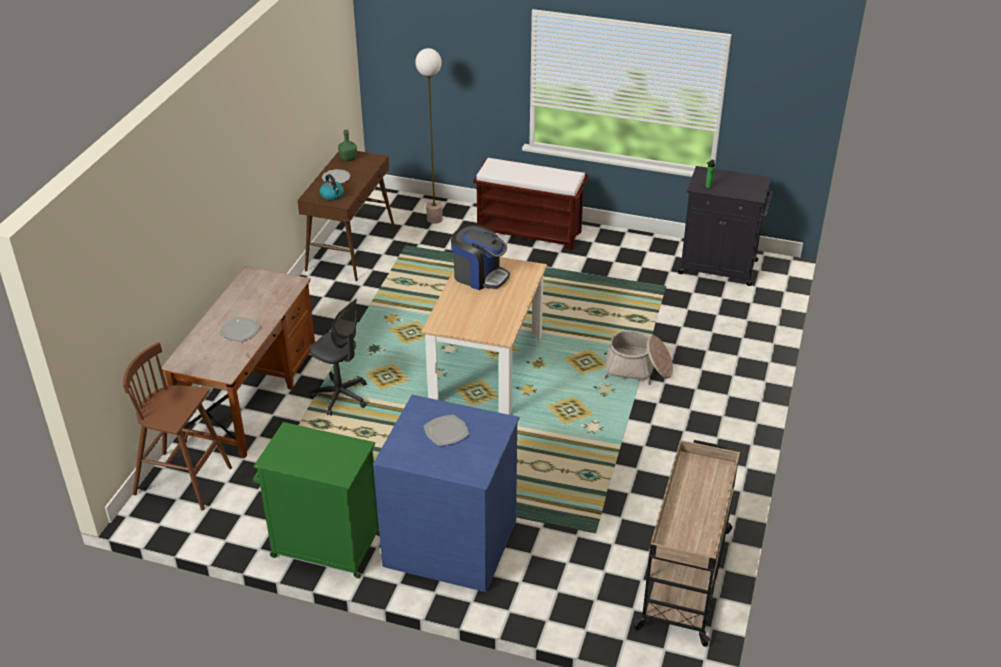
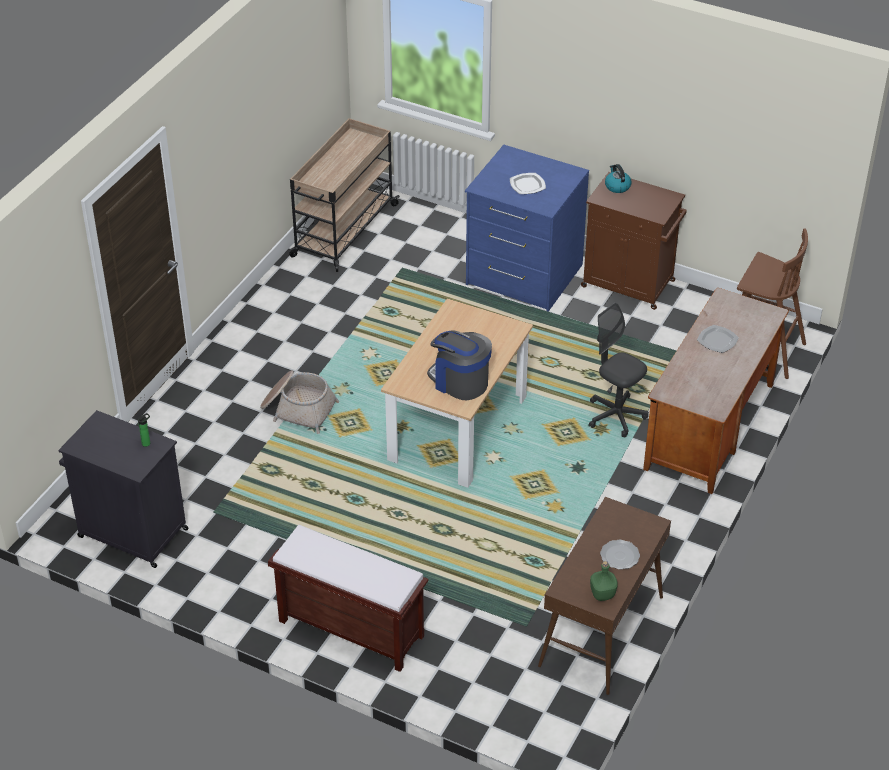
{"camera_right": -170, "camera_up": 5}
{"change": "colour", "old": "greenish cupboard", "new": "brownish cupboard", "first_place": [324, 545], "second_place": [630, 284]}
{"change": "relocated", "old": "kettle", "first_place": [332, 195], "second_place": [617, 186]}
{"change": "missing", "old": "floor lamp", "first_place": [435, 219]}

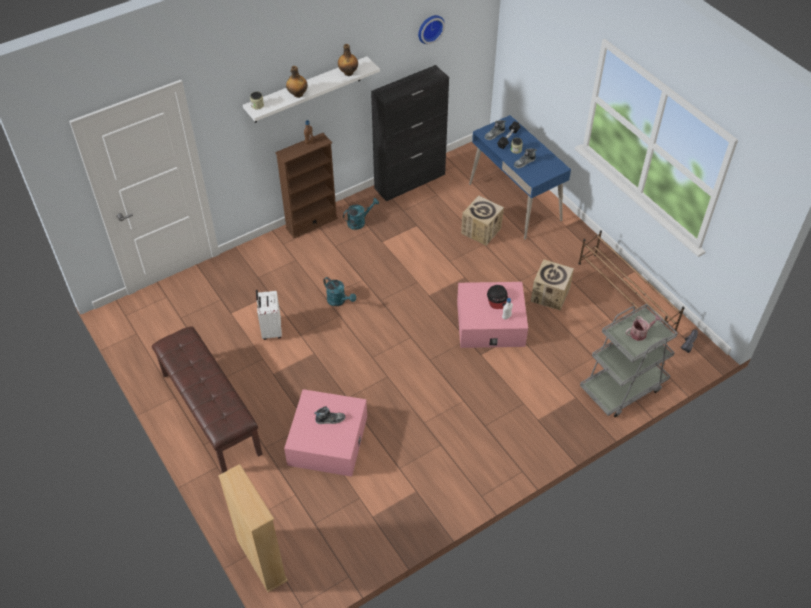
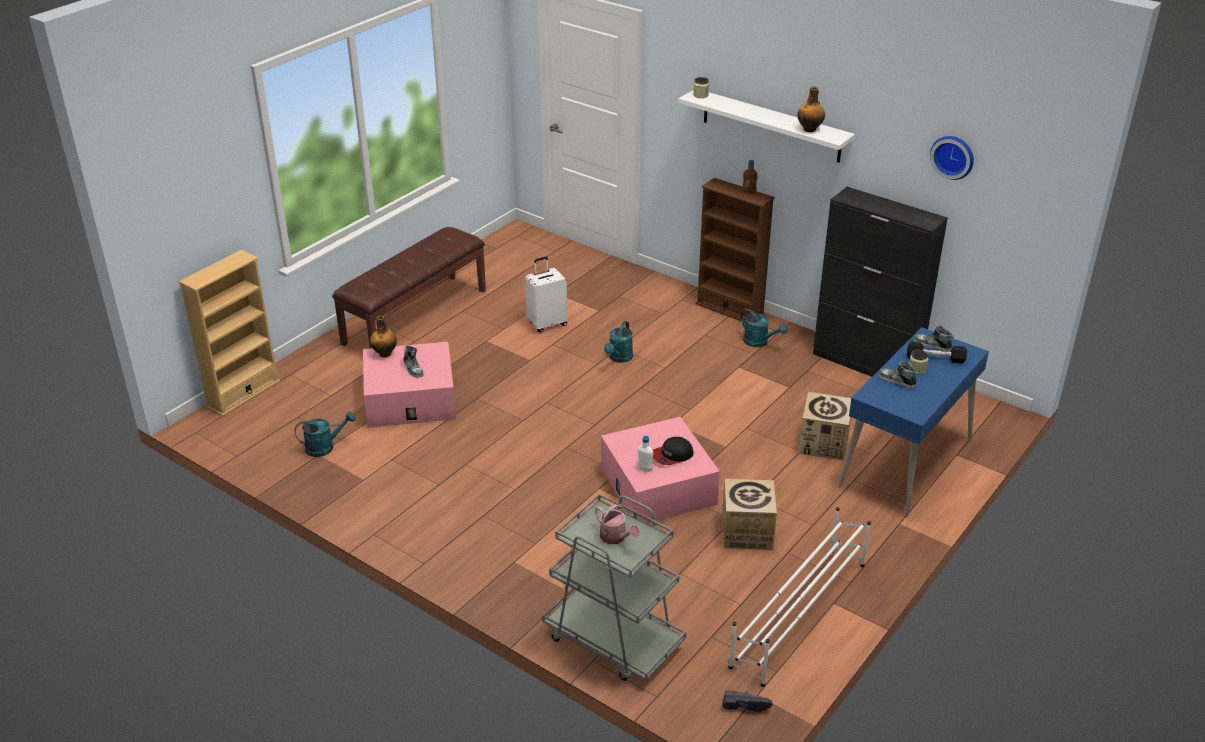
{"camera_right": 70, "camera_up": -15}
{"change": "appeared", "new": "turquoise-coloured sprinkling can", "second_place": [325, 447]}
{"change": "relocated", "old": "beverage bottle", "first_place": [297, 94], "second_place": [385, 353]}
{"change": "colour", "old": "brownish shoe rack", "new": "whitish shoe rack", "first_place": [626, 297], "second_place": [798, 614]}

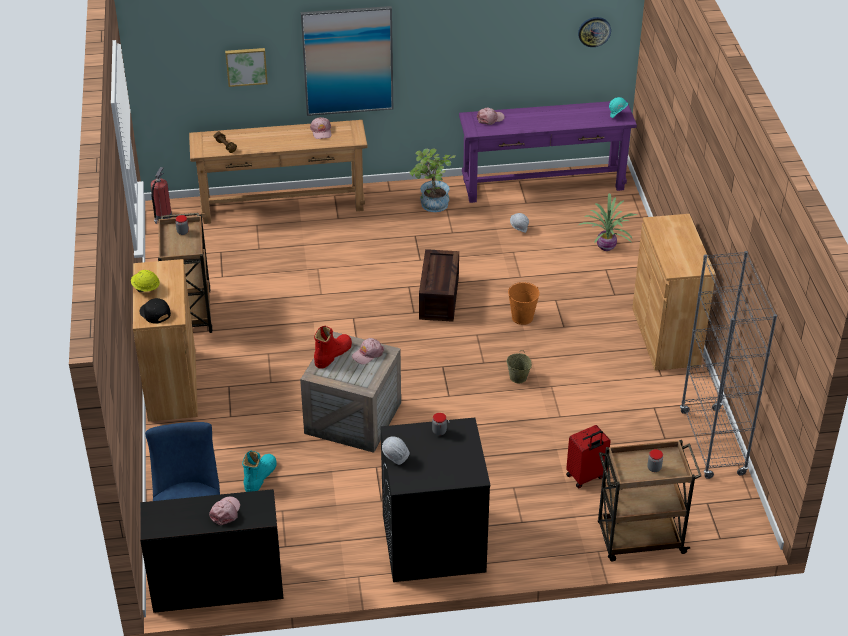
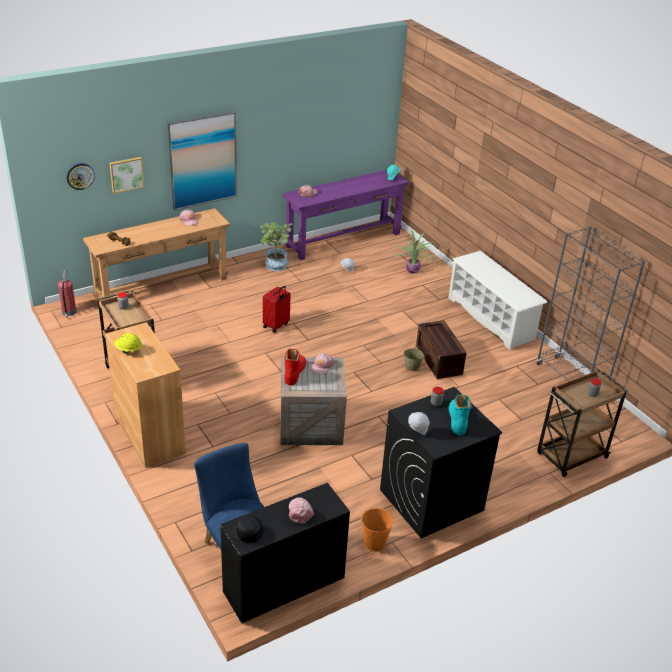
{"camera_right": -25, "camera_up": -5}
{"change": "relocated", "old": "clock on the wall", "first_place": [594, 31], "second_place": [80, 176]}
{"change": "relocated", "old": "blackish cap", "first_place": [154, 313], "second_place": [245, 531]}
{"change": "relocated", "old": "red suitcase", "first_place": [586, 477], "second_place": [276, 326]}
{"change": "relocated", "old": "orange pail", "first_place": [522, 317], "second_place": [374, 543]}
{"change": "relocated", "old": "packing crate", "first_place": [440, 298], "second_place": [440, 360]}
{"change": "relocated", "old": "turquoise-coloured tall boot", "first_place": [260, 476], "second_place": [457, 420]}
{"change": "exchanged", "old": "brownish cupboard", "new": "whitish shoe rack", "first_place": [666, 336], "second_place": [491, 318]}

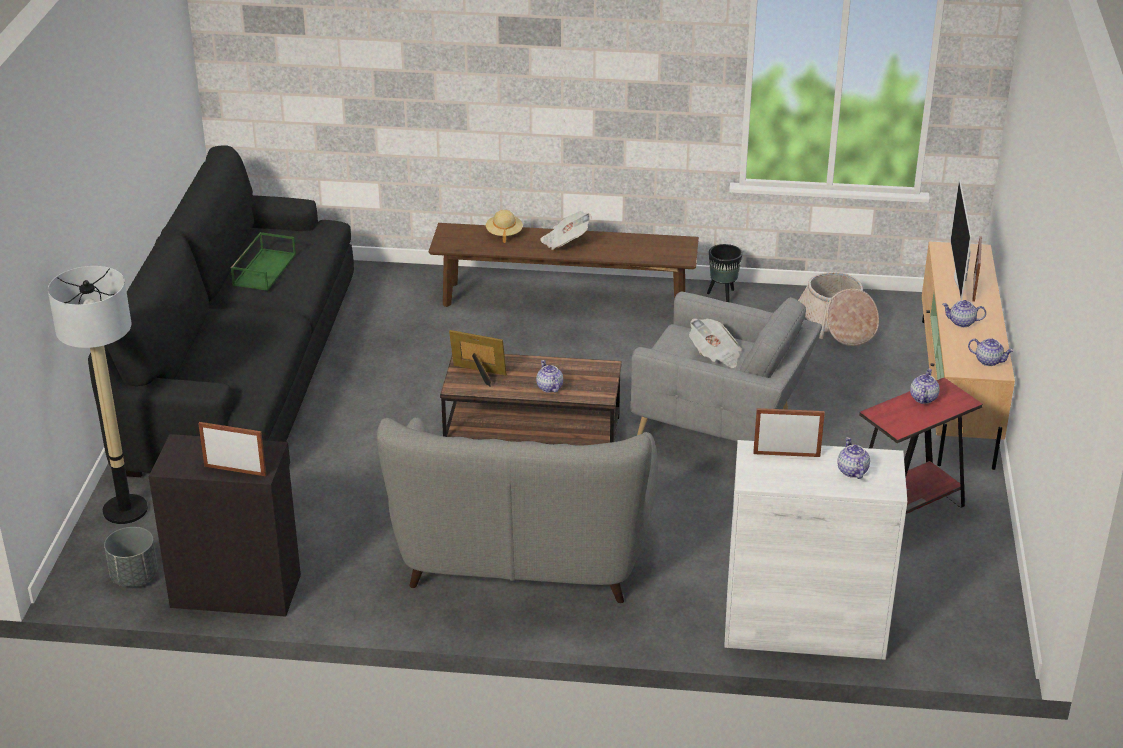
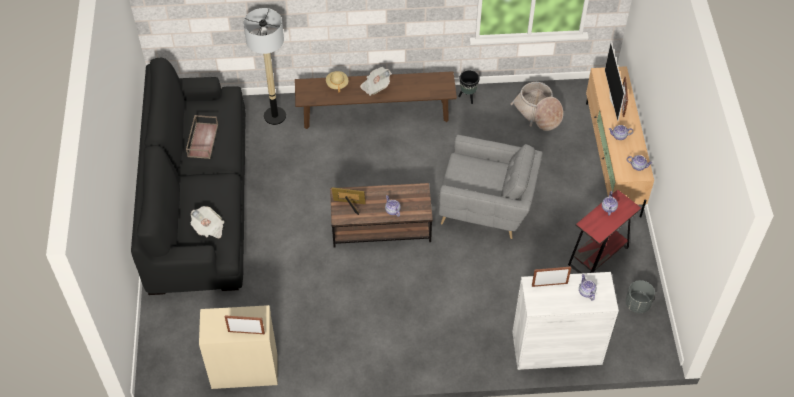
{"camera_right": -10, "camera_up": 20}
{"change": "colour", "old": "greenish tray", "new": "brownish tray", "first_place": [264, 269], "second_place": [202, 140]}
{"change": "relocated", "old": "daily paper", "first_place": [715, 355], "second_place": [209, 228]}
{"change": "colour", "old": "blackish cupboard", "new": "beige-coloured cupboard", "first_place": [235, 589], "second_place": [244, 370]}
{"change": "relocated", "old": "floor lamp", "first_place": [125, 510], "second_place": [275, 116]}
{"change": "relocated", "old": "gray flower pot", "first_place": [135, 577], "second_place": [637, 304]}
{"change": "missing", "old": "gray settee", "first_place": [522, 557]}

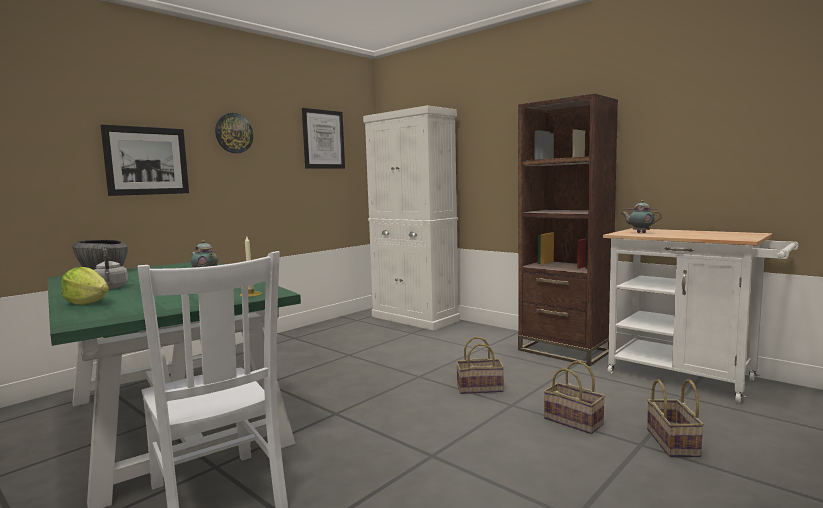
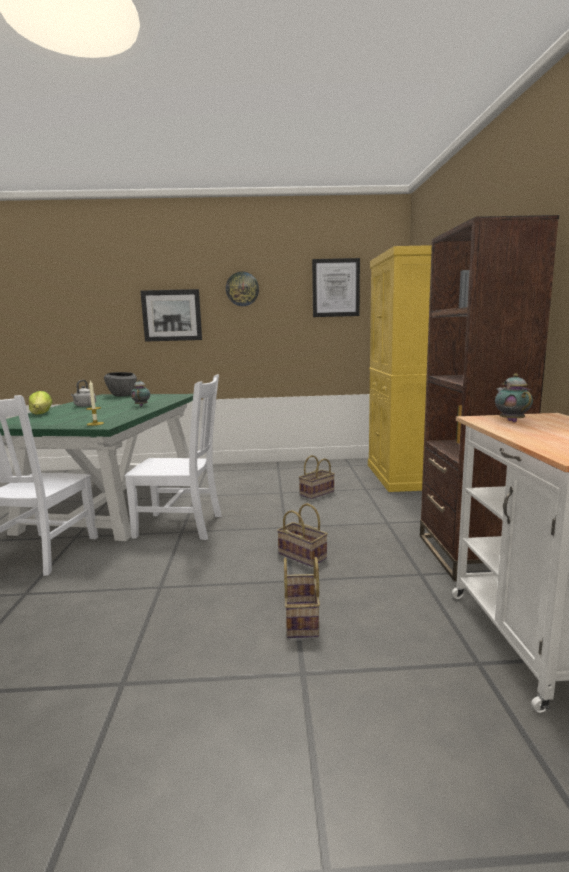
{"camera_right": 45, "camera_up": 5}
{"change": "appeared", "new": "whitish plain chair", "second_place": [182, 526]}
{"change": "relocated", "old": "household basket", "first_place": [674, 443], "second_place": [317, 493]}
{"change": "colour", "old": "whitish cupboard", "new": "yellow-coloured cupboard", "first_place": [415, 318], "second_place": [398, 476]}

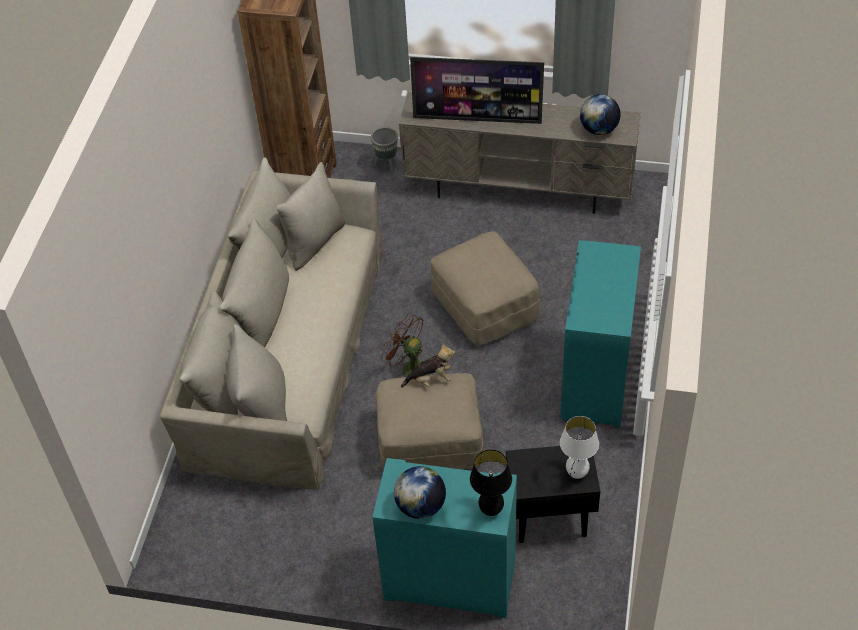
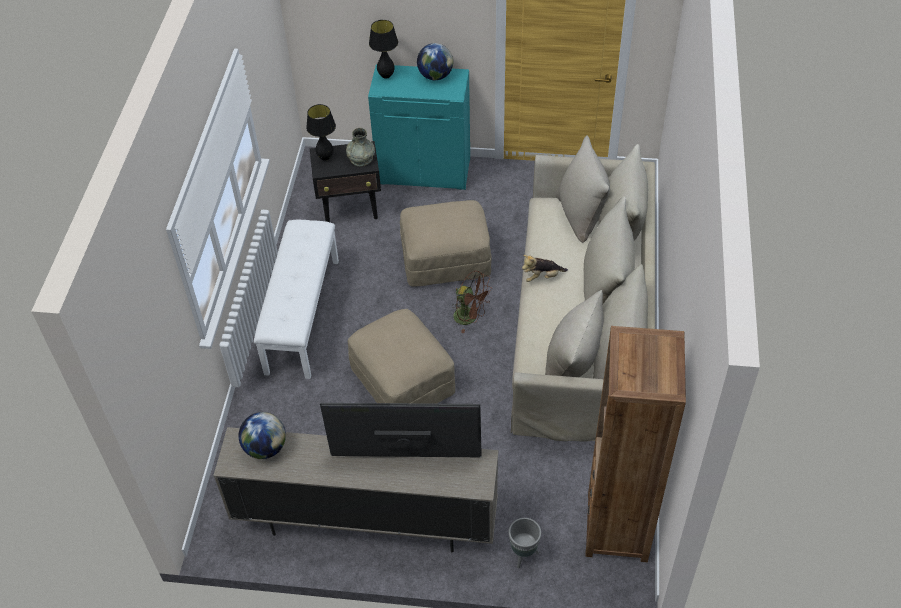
{"camera_right": 175, "camera_up": 0}
{"change": "exchanged", "old": "turquoise-coloured cupboard", "new": "whitish long seat", "first_place": [597, 379], "second_place": [302, 315]}
{"change": "colour", "old": "whitish table lamp", "new": "blackish table lamp", "first_place": [577, 473], "second_place": [325, 158]}
{"change": "appeared", "new": "gray flower vase", "second_place": [361, 158]}
{"change": "relocated", "old": "soft toy", "first_place": [430, 379], "second_place": [542, 277]}

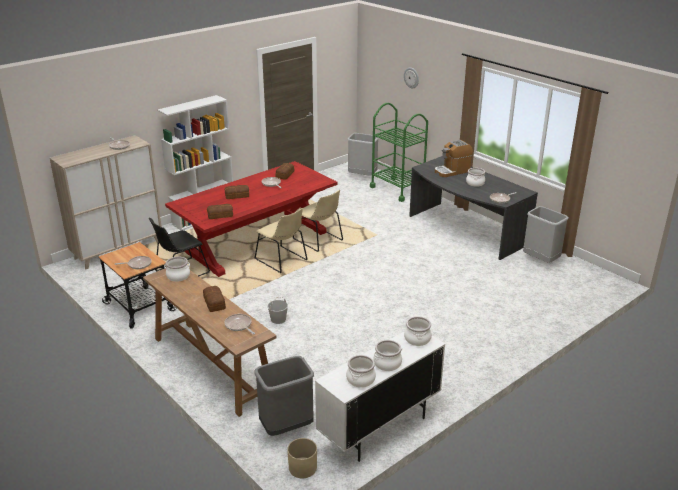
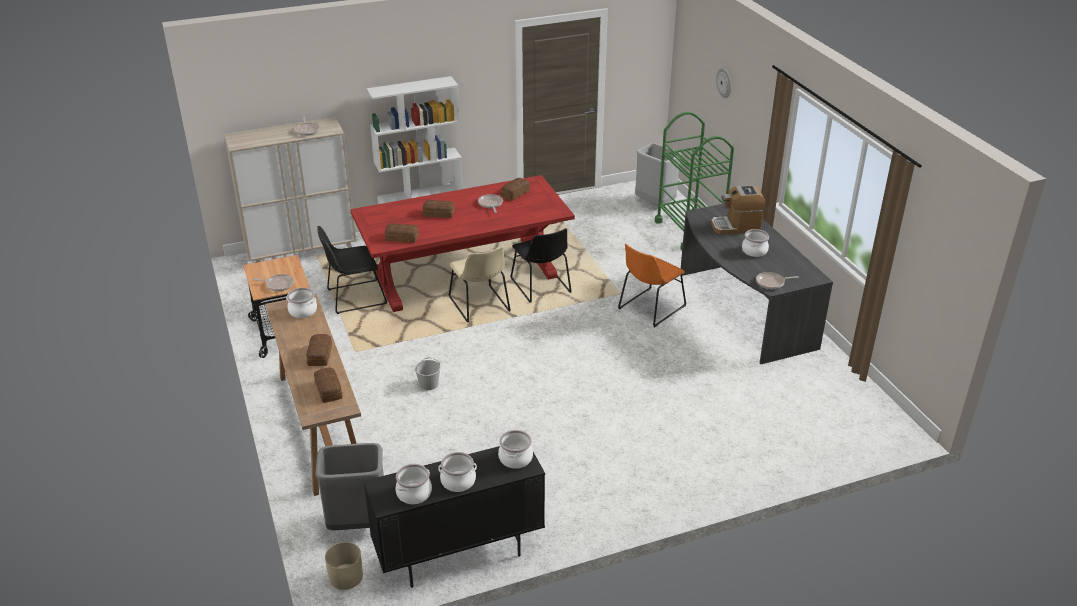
{"camera_right": 20, "camera_up": 5}
{"change": "exchanged", "old": "frying pan", "new": "bakery bread", "first_place": [239, 325], "second_place": [328, 390]}
{"change": "colour", "old": "whitish cupboard", "new": "blackish cupboard", "first_place": [379, 429], "second_place": [459, 555]}
{"change": "colour", "old": "beige-coloured plain chair", "new": "blackish plain chair", "first_place": [319, 240], "second_place": [541, 287]}
{"change": "appeared", "new": "orange plain chair", "second_place": [649, 308]}
{"change": "missing", "old": "gray trash can", "first_place": [541, 260]}

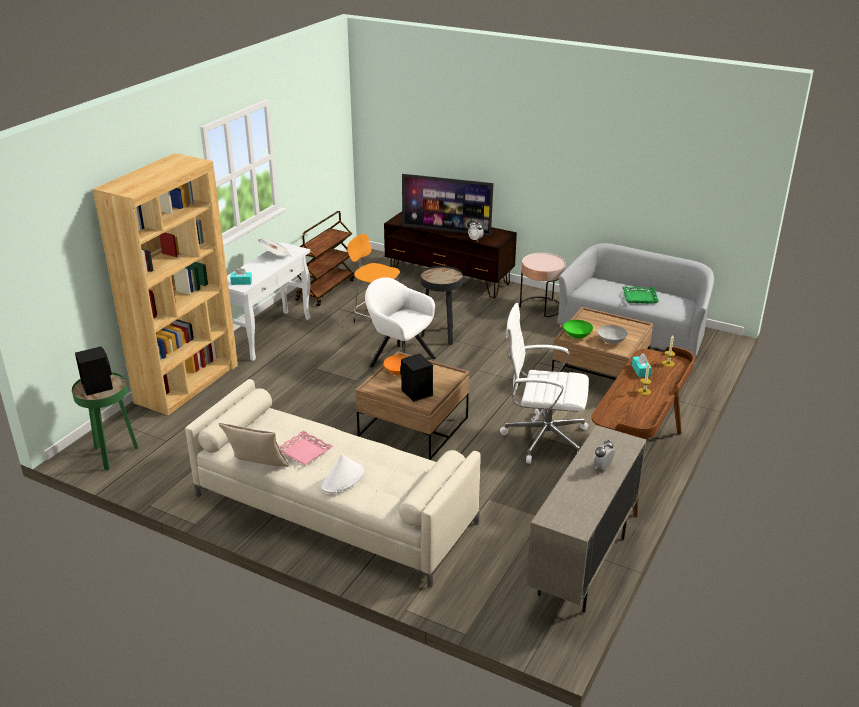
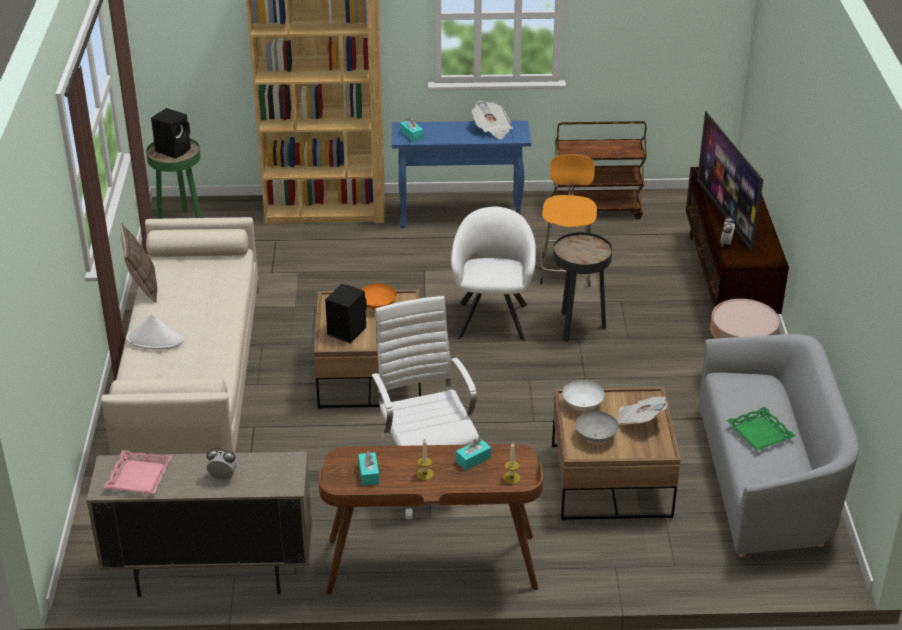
{"camera_right": 60, "camera_up": 5}
{"change": "relocated", "old": "pink-coloured tray", "first_place": [304, 451], "second_place": [139, 477]}
{"change": "appeared", "new": "turquoise-coloured tissue box", "second_place": [369, 474]}
{"change": "colour", "old": "whitish narrow table", "new": "blue-coloured narrow table", "first_place": [270, 335], "second_place": [461, 216]}
{"change": "colour", "old": "greenish bowl", "new": "whitish bowl", "first_place": [577, 336], "second_place": [581, 406]}
{"change": "appeared", "new": "daily paper", "second_place": [639, 421]}

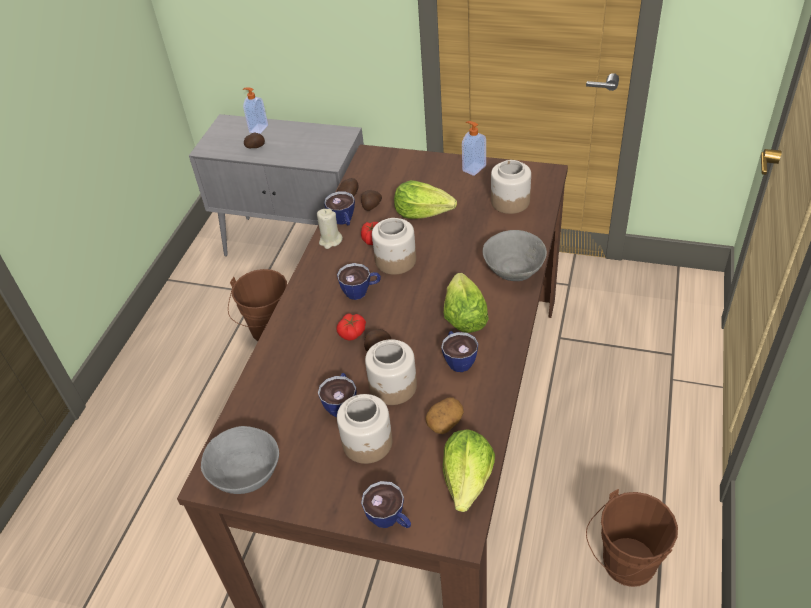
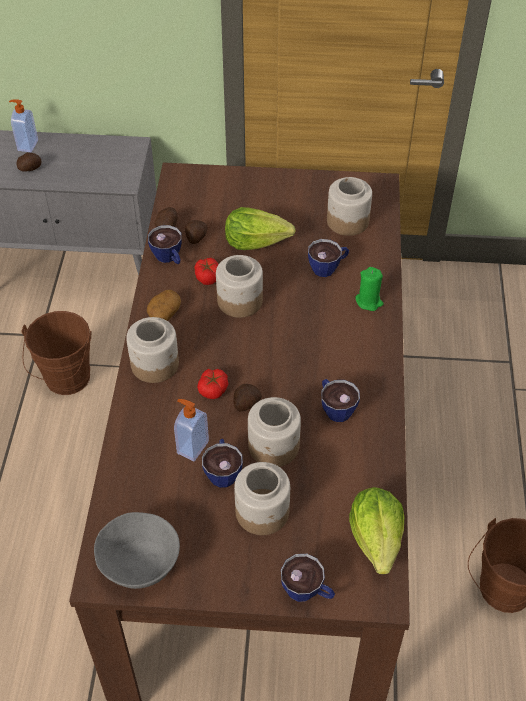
{"camera_right": -15, "camera_up": 5}
{"change": "appeared", "new": "preserve jar", "second_place": [155, 364]}
{"change": "relocated", "old": "spud", "first_place": [445, 421], "second_place": [164, 312]}
{"change": "relocated", "old": "liquid soap bottle", "first_place": [473, 168], "second_place": [192, 447]}
{"change": "relocated", "old": "small cup", "first_place": [361, 291], "second_place": [328, 267]}
{"change": "exchanged", "old": "gray bowl", "new": "greenish wax light", "first_place": [512, 270], "second_place": [369, 301]}
{"change": "missing", "old": "beige-coloured wax light", "first_place": [330, 241]}
{"change": "missing", "old": "lettuce", "first_place": [464, 316]}

